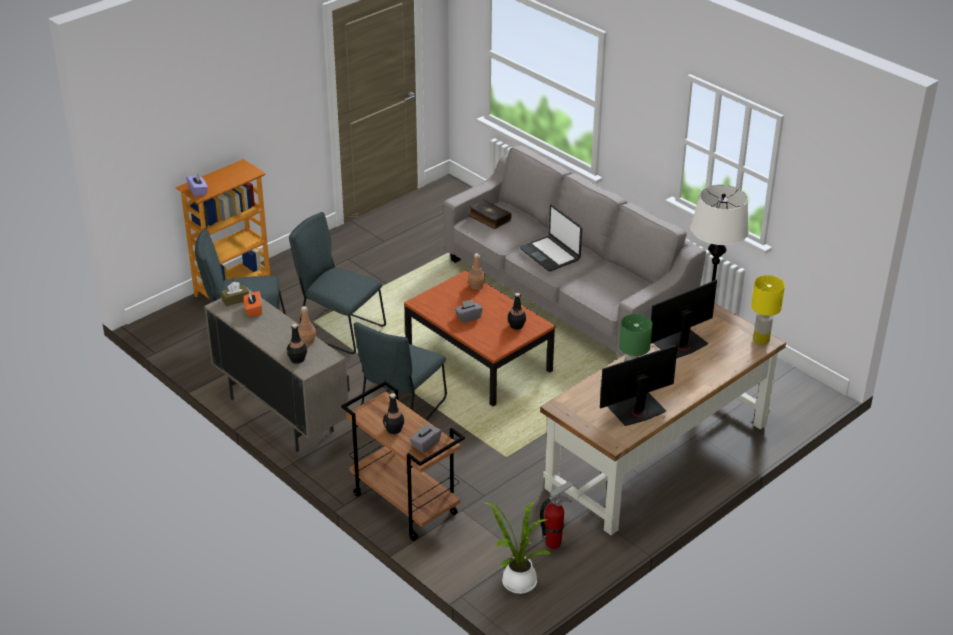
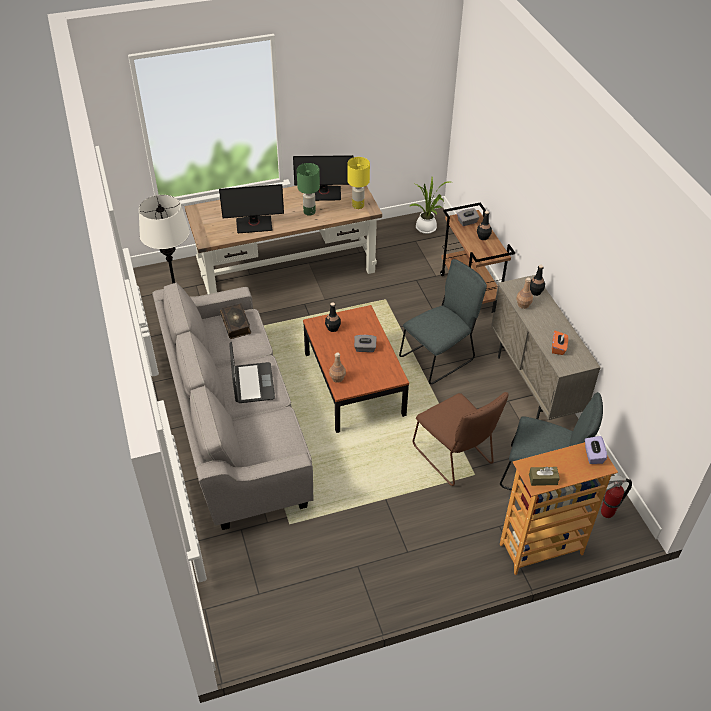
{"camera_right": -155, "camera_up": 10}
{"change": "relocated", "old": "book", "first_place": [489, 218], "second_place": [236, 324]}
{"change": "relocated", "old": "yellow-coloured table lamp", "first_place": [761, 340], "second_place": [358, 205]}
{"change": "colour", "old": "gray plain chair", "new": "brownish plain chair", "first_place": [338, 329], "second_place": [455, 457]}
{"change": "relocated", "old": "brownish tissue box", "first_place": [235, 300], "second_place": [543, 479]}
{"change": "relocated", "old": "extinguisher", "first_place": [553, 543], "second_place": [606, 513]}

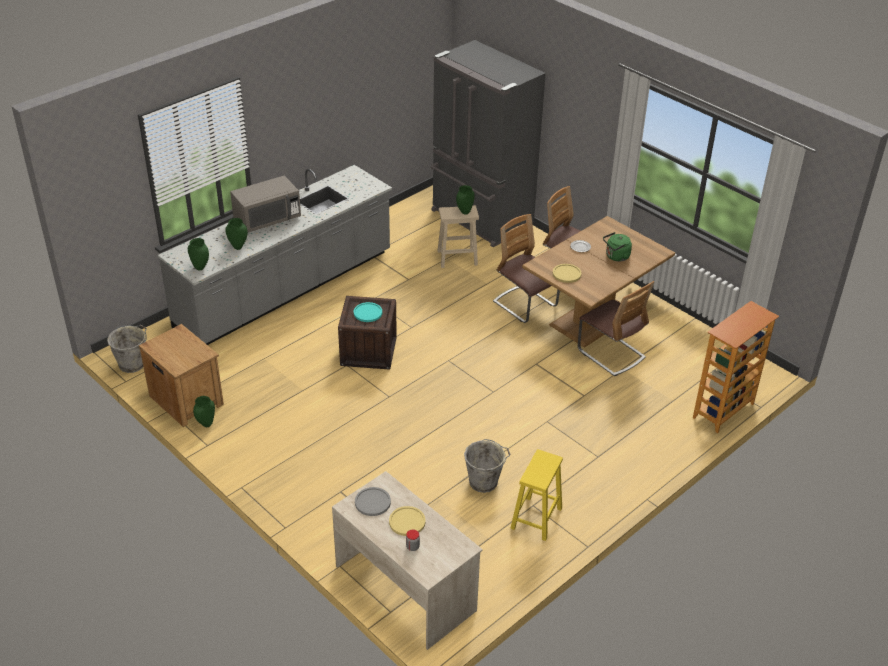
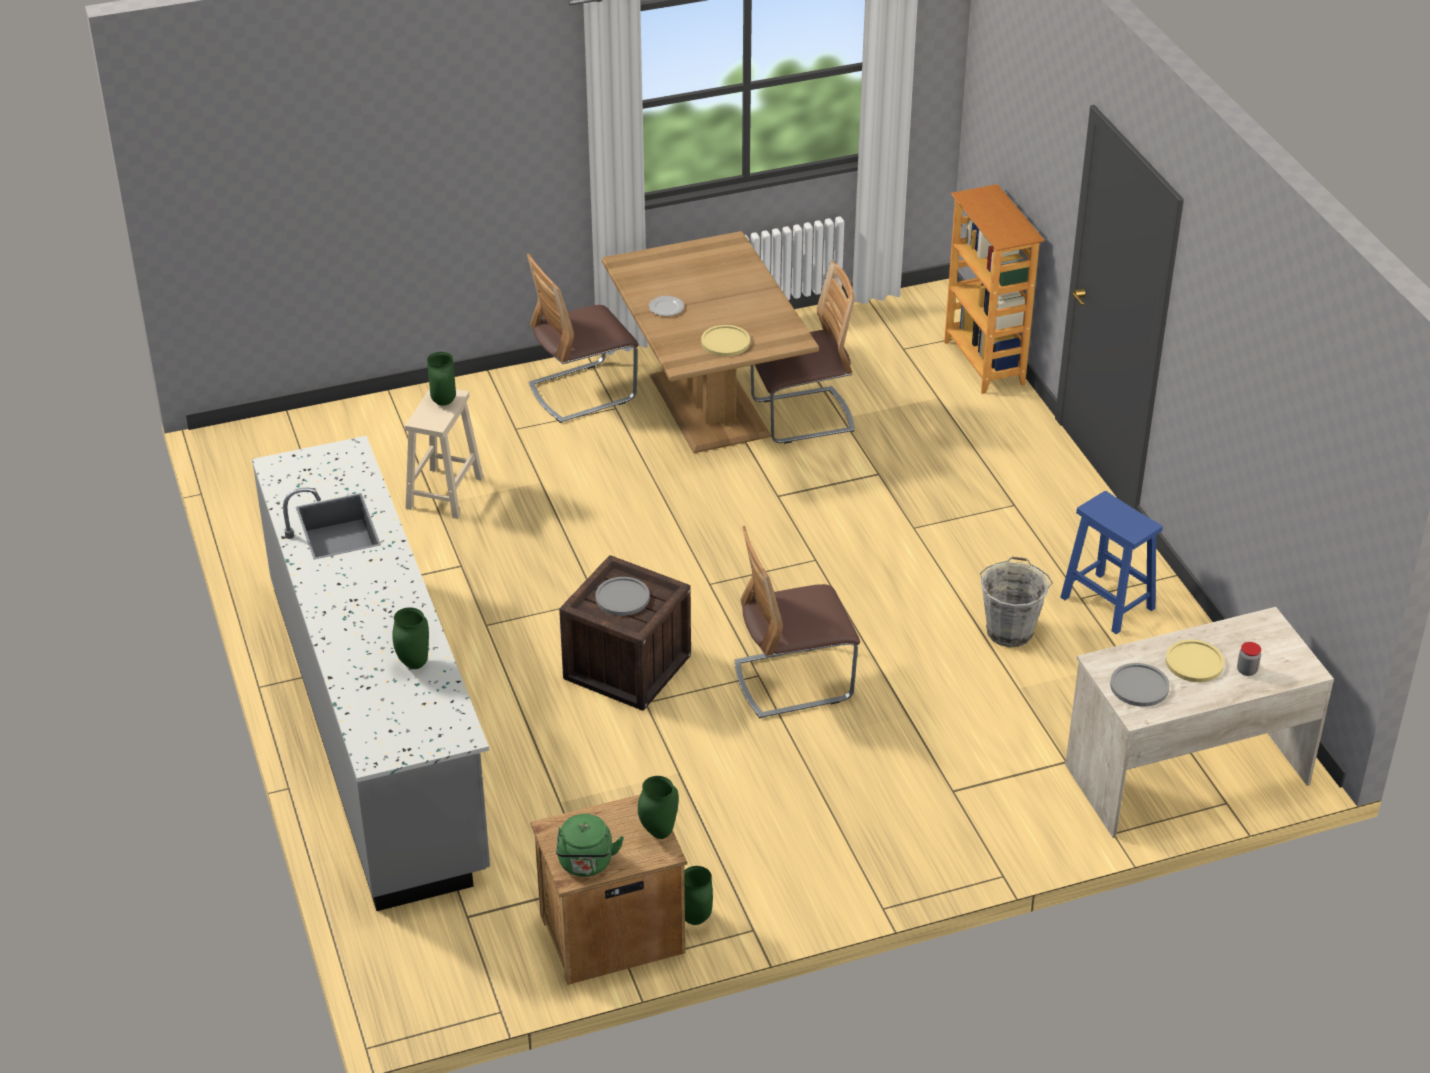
{"camera_right": -65, "camera_up": 0}
{"change": "relocated", "old": "greenish kettle", "first_place": [616, 257], "second_place": [586, 864]}
{"change": "colour", "old": "turquoise-coloured plate", "new": "gray plate", "first_place": [368, 313], "second_place": [622, 597]}
{"change": "relocated", "old": "greenish flower vase", "first_place": [201, 267], "second_place": [658, 832]}
{"change": "relocated", "old": "plain chair", "first_place": [525, 305], "second_place": [793, 681]}
{"change": "colour", "old": "yellow-coloured stool seat", "new": "blue-coloured stool seat", "first_place": [536, 519], "second_place": [1109, 603]}
{"change": "missing", "old": "gray pail", "first_place": [133, 364]}
{"change": "missing", "old": "gray microwave oven", "first_place": [267, 219]}
{"change": "missing", "old": "gray kitchen fridge", "first_place": [480, 219]}

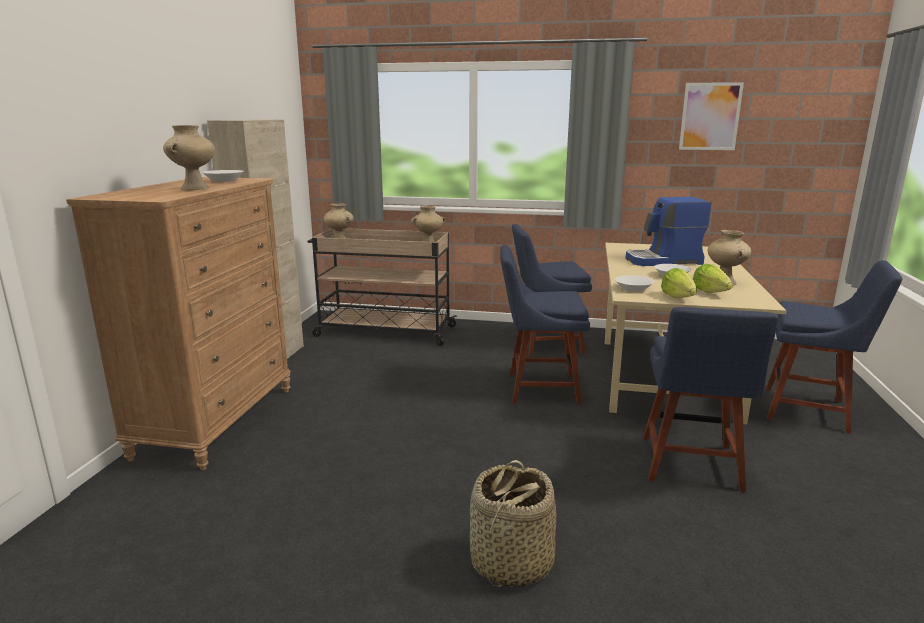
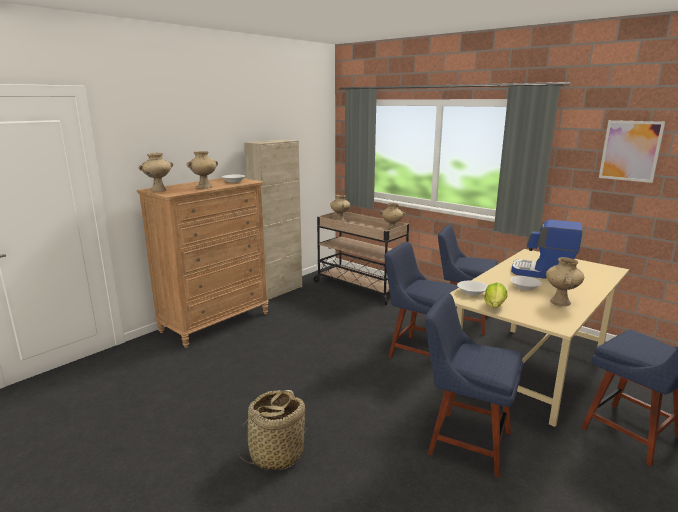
{"camera_right": 30, "camera_up": 0}
{"change": "appeared", "new": "beige-coloured flower vase", "second_place": [158, 190]}
{"change": "spun", "old": "blue-coloured plain chair", "first_place": [691, 466], "second_place": [465, 441], "degrees": 75}
{"change": "missing", "old": "lettuce", "first_place": [710, 292]}

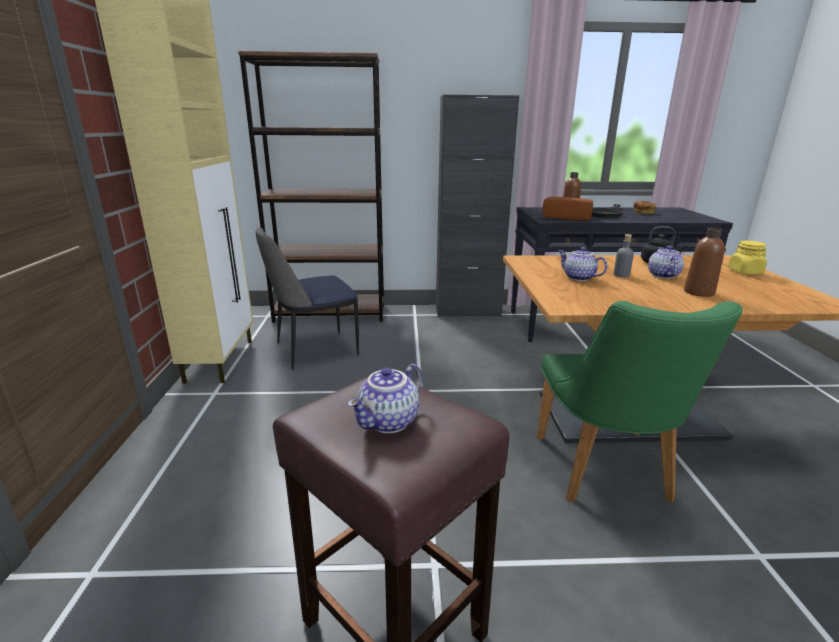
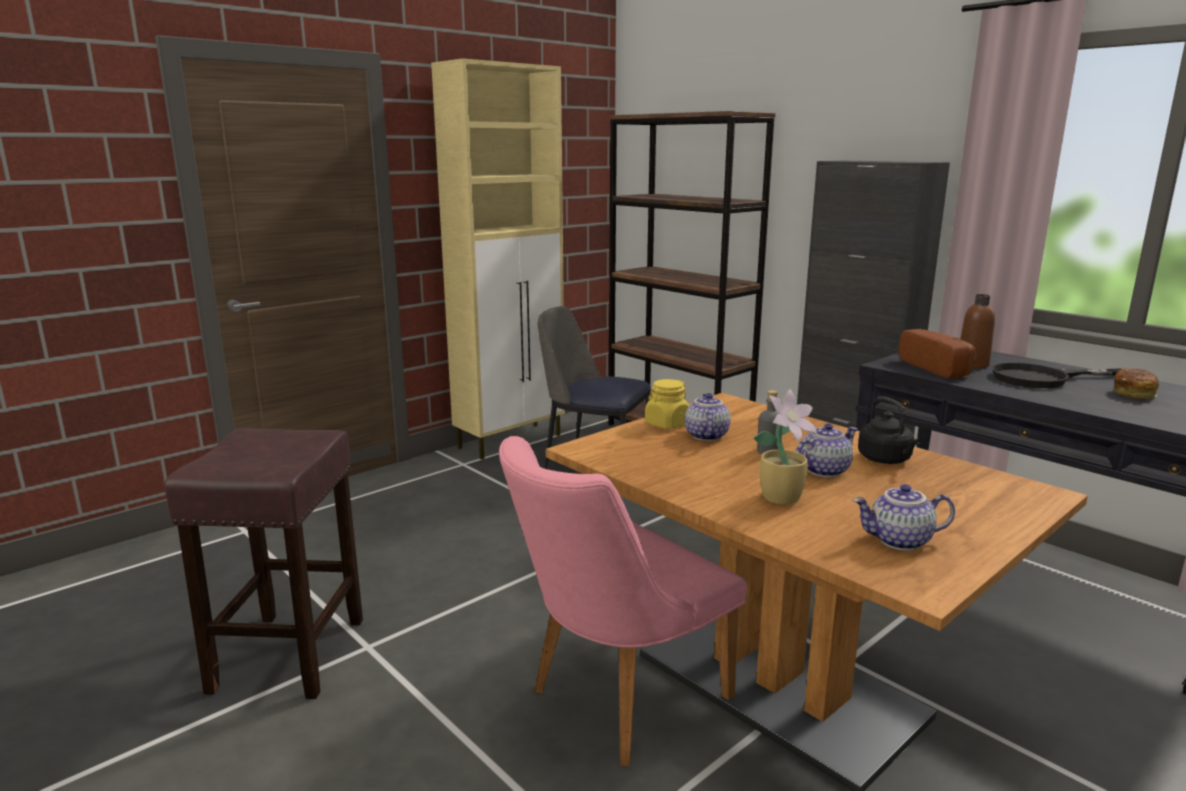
{"camera_right": 50, "camera_up": -5}
{"change": "colour", "old": "greenish plain chair", "new": "pink-coloured plain chair", "first_place": [607, 475], "second_place": [614, 702]}
{"change": "relocated", "old": "yellow-coloured preserve jar", "first_place": [745, 272], "second_place": [667, 424]}
{"change": "exchanged", "old": "brownish beverage bottle", "new": "houseplant", "first_place": [699, 292], "second_place": [783, 497]}
{"change": "relocated", "old": "teapot", "first_place": [389, 422], "second_place": [899, 541]}

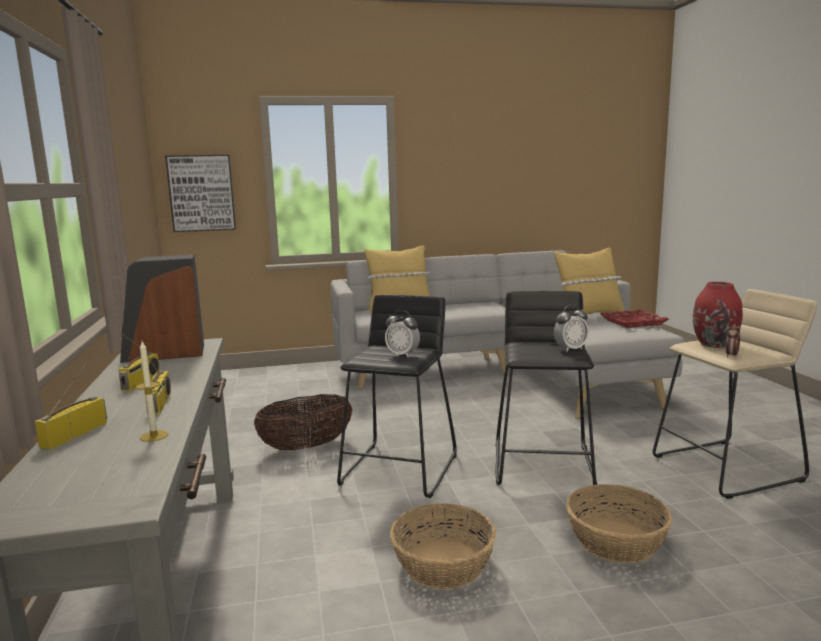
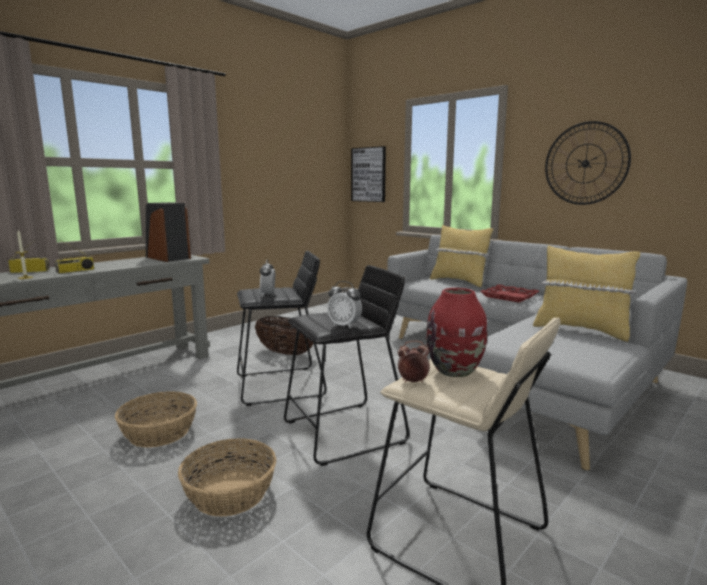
{"camera_right": 55, "camera_up": 0}
{"change": "relocated", "old": "red tray", "first_place": [633, 322], "second_place": [509, 296]}
{"change": "appeared", "new": "clock on the wall", "second_place": [585, 163]}
{"change": "missing", "old": "radio", "first_place": [141, 382]}

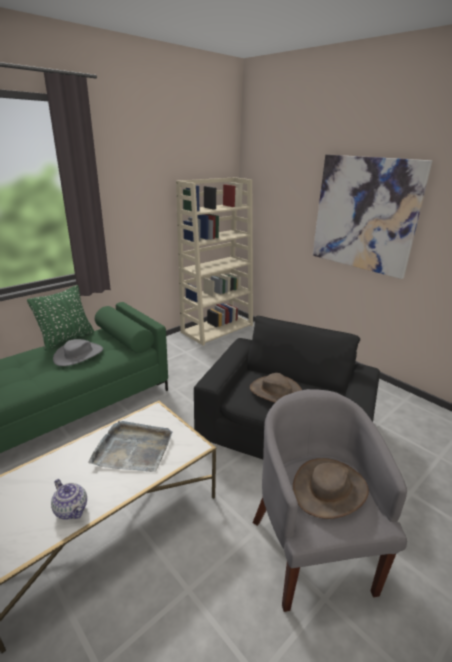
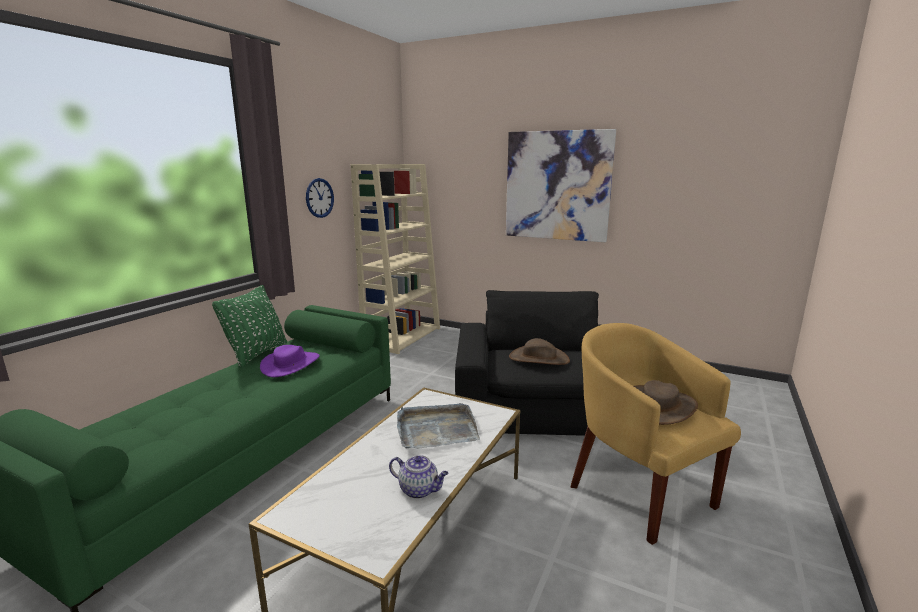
{"camera_right": -20, "camera_up": -10}
{"change": "colour", "old": "gray wearable hat", "new": "purplish wearable hat", "first_place": [79, 355], "second_place": [291, 364]}
{"change": "appeared", "new": "clock on the wall", "second_place": [319, 198]}
{"change": "colour", "old": "gray lounge chair", "new": "yellow-coloured lounge chair", "first_place": [311, 548], "second_place": [638, 491]}

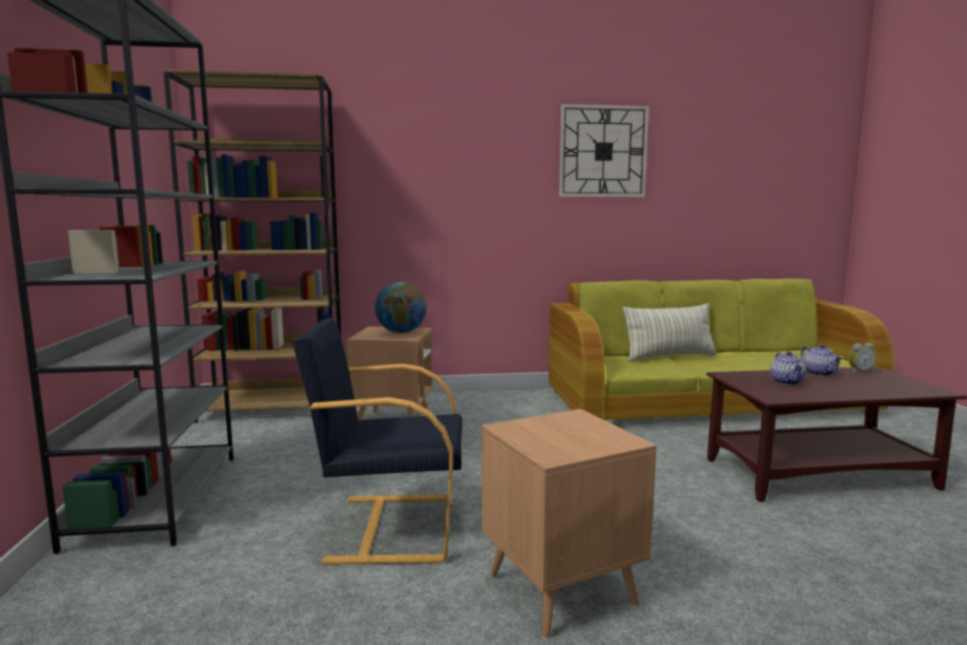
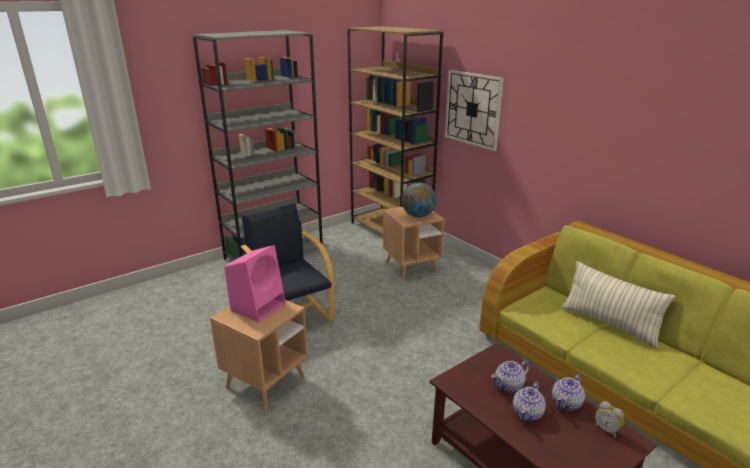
{"camera_right": 60, "camera_up": 15}
{"change": "appeared", "new": "pink-coloured speaker", "second_place": [259, 306]}
{"change": "relocated", "old": "clock on the wall", "first_place": [603, 151], "second_place": [473, 109]}
{"change": "appeared", "new": "teapot", "second_place": [527, 413]}

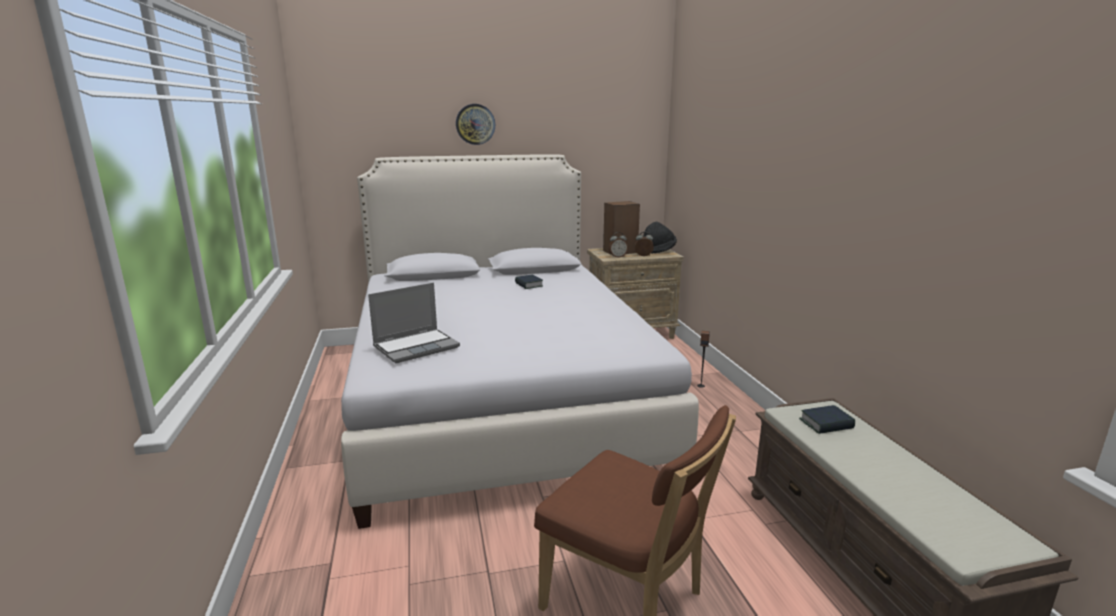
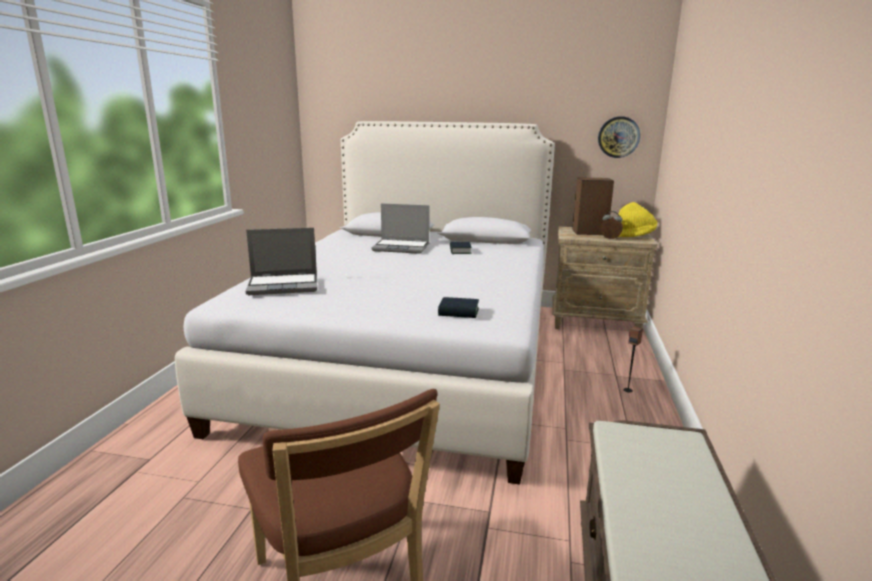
{"camera_right": 25, "camera_up": 0}
{"change": "appeared", "new": "notebook computer", "second_place": [402, 247]}
{"change": "relocated", "old": "book", "first_place": [826, 424], "second_place": [458, 312]}
{"change": "relocated", "old": "clock on the wall", "first_place": [475, 124], "second_place": [618, 137]}
{"change": "colour", "old": "blackish wearable hat", "new": "yellow-coloured wearable hat", "first_place": [658, 251], "second_place": [634, 235]}
{"change": "missing", "old": "table clock", "first_place": [617, 257]}

